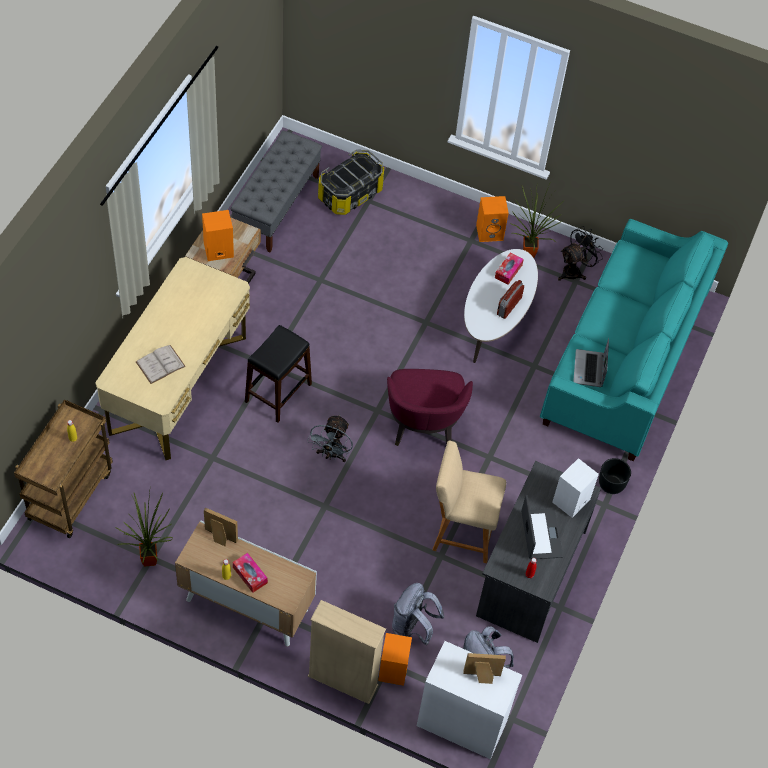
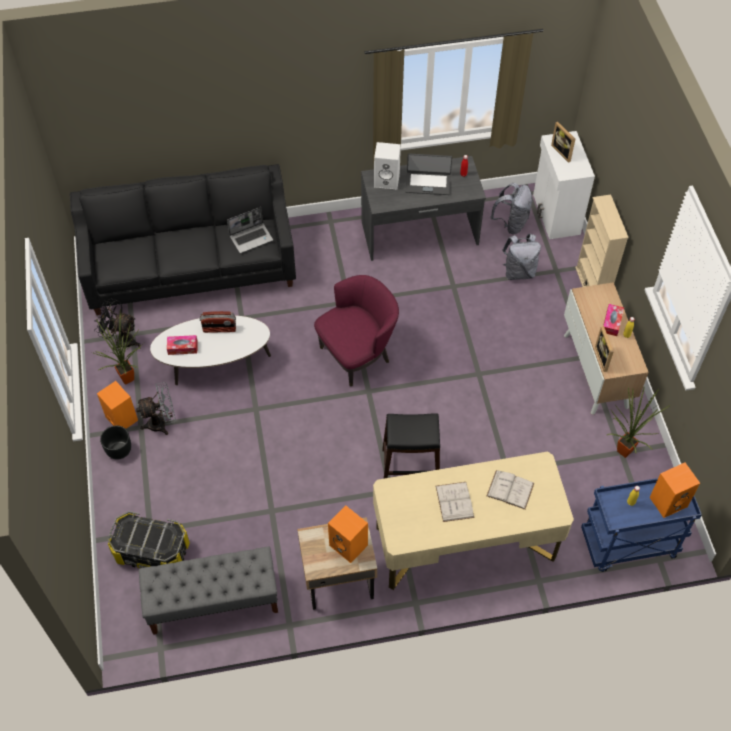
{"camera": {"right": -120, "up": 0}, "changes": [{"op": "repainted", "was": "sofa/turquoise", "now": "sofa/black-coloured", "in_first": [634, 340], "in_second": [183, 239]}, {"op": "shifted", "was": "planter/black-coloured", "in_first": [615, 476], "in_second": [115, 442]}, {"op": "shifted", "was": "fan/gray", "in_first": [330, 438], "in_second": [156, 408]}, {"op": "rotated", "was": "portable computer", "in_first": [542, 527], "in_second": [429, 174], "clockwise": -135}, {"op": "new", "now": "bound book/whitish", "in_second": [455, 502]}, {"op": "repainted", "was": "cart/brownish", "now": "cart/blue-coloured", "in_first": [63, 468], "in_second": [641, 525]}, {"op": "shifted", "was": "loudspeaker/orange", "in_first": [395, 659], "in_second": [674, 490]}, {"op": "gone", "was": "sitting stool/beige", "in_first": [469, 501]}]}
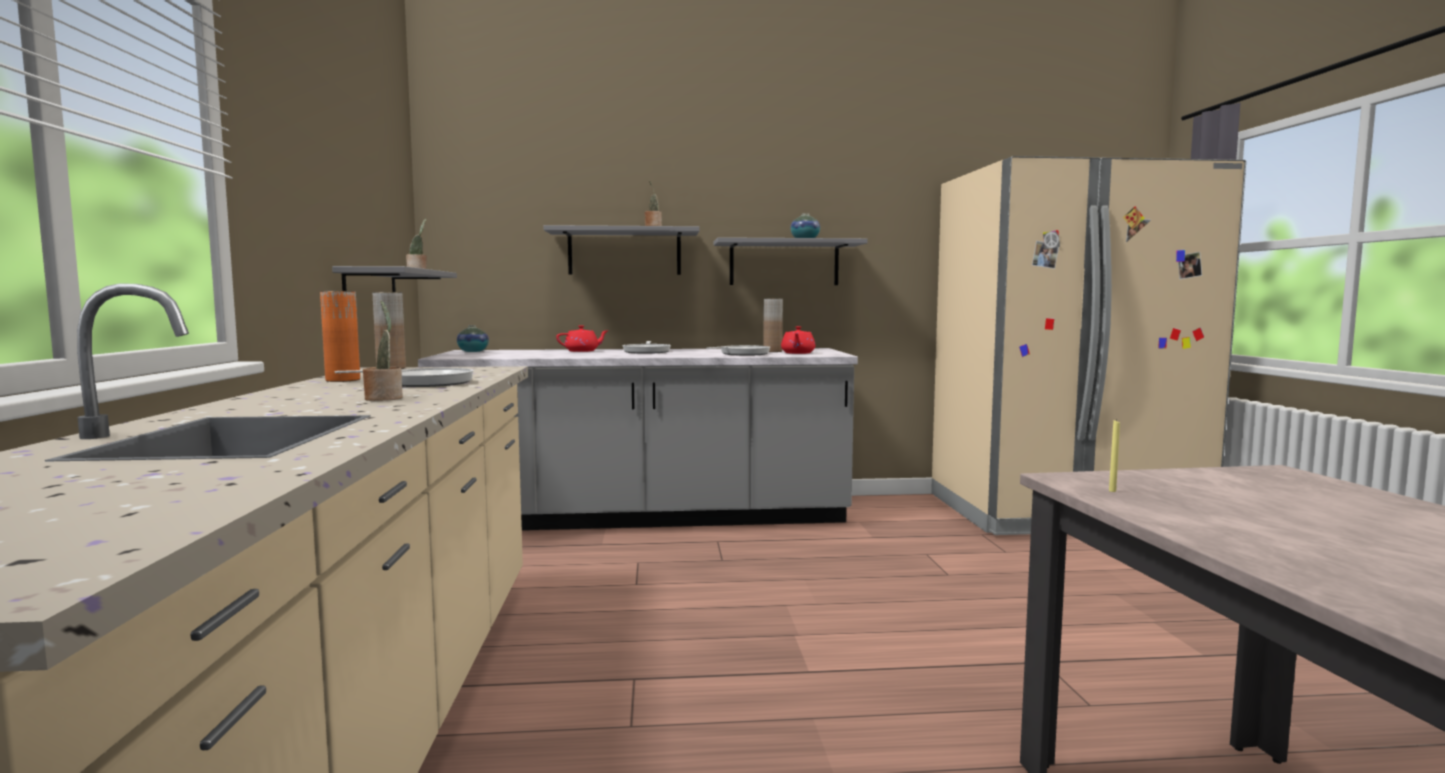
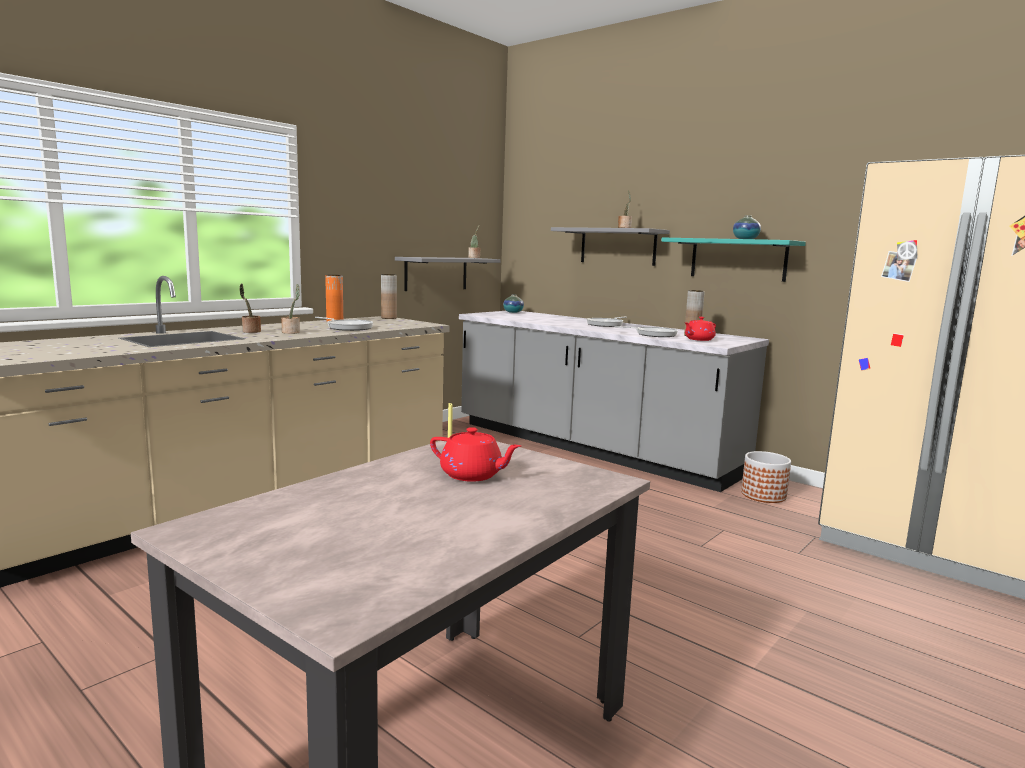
{"camera": {"right": 45, "up": 5}, "changes": [{"op": "new", "now": "potted plant", "in_second": [250, 308]}, {"op": "shifted", "was": "pot for tea/red", "in_first": [582, 338], "in_second": [475, 454]}, {"op": "repainted", "was": "wall shelf/gray", "now": "wall shelf/turquoise", "in_first": [791, 261], "in_second": [733, 260]}, {"op": "new", "now": "planter", "in_second": [766, 477]}]}
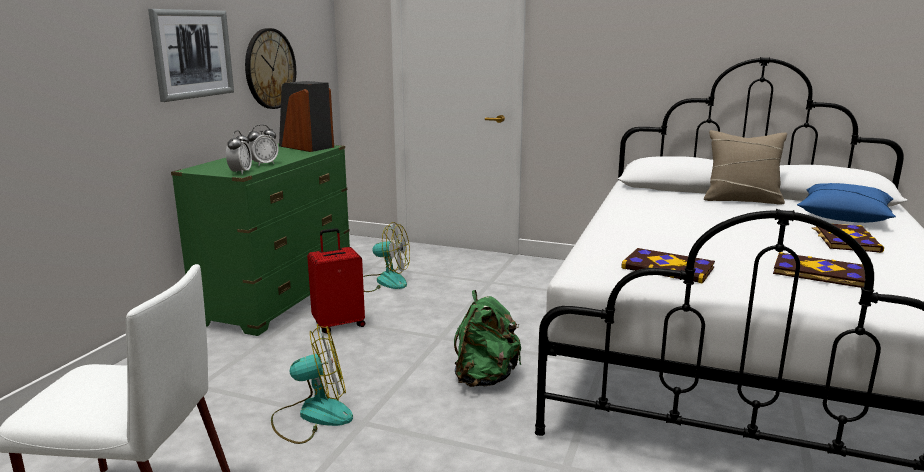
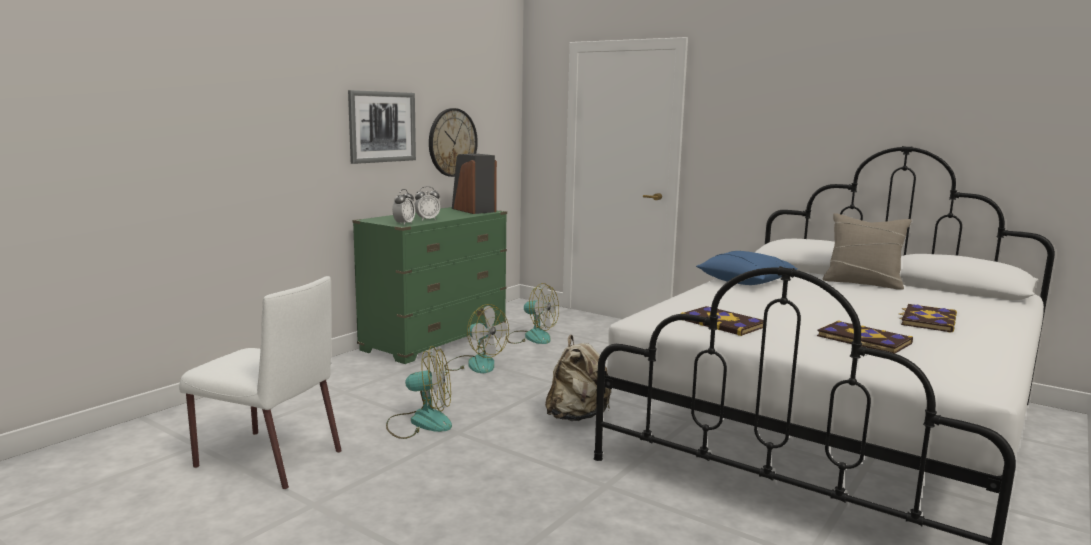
{"camera": {"right": 15, "up": -5}, "changes": [{"op": "swapped", "was": "piece of luggage/red", "now": "fan", "in_first": [336, 281], "in_second": [477, 338]}, {"op": "repainted", "was": "knapsack/green-coloured", "now": "knapsack/beige", "in_first": [488, 338], "in_second": [578, 378]}, {"op": "shifted", "was": "cushion/blue-coloured", "in_first": [846, 203], "in_second": [746, 268]}]}
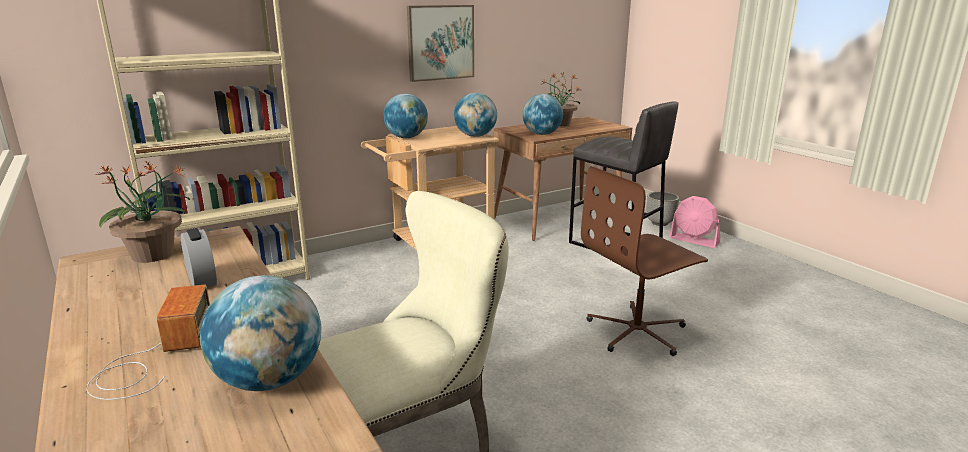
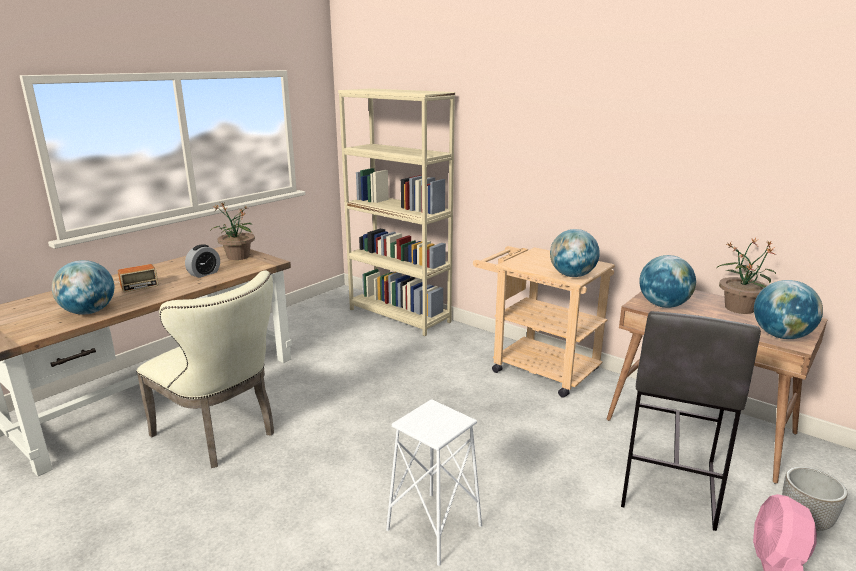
{"camera": {"right": 70, "up": 0}, "changes": [{"op": "swapped", "was": "computer chair/brownish", "now": "sitting stool/whitish", "in_first": [644, 261], "in_second": [434, 482]}, {"op": "shifted", "was": "desk globe", "in_first": [405, 115], "in_second": [788, 309]}, {"op": "gone", "was": "wall art", "in_first": [440, 43]}]}
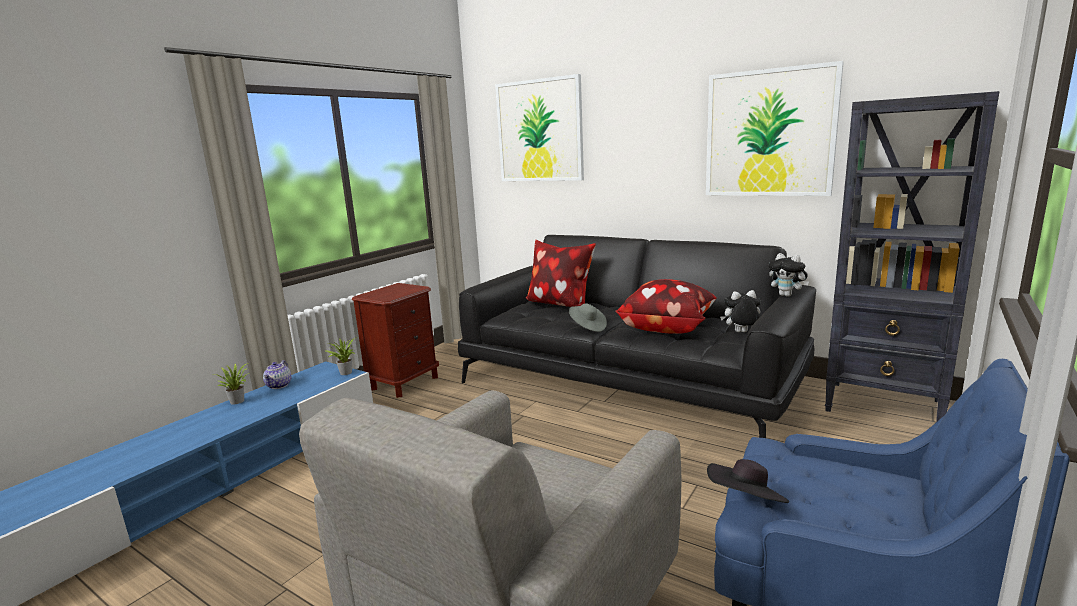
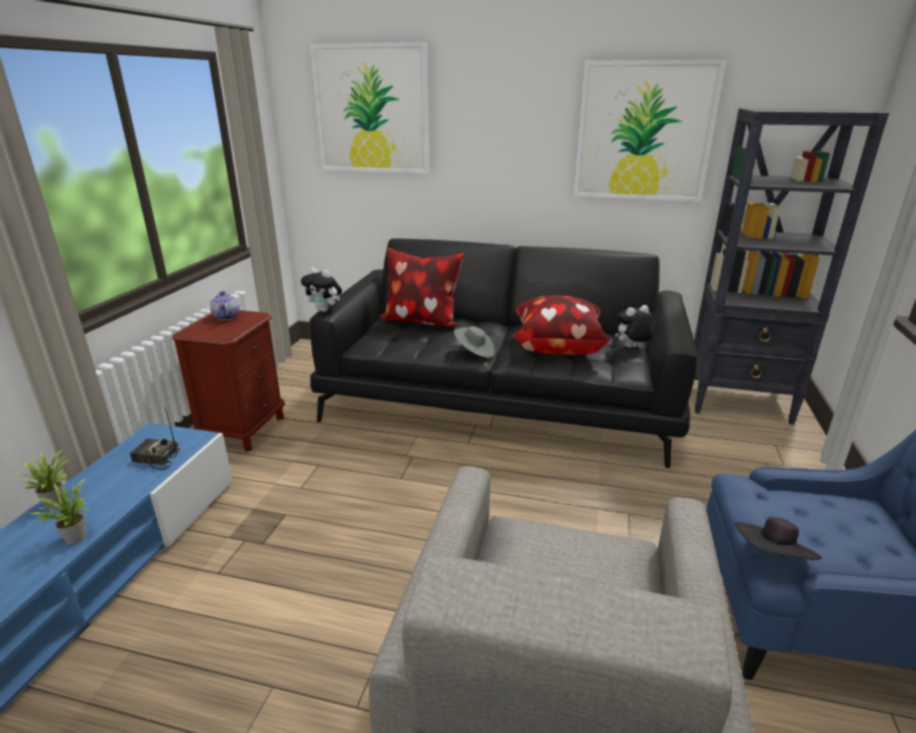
{"camera": {"right": -20, "up": 10}, "changes": [{"op": "shifted", "was": "potted plant", "in_first": [341, 356], "in_second": [59, 511]}, {"op": "new", "now": "radio receiver", "in_second": [155, 438]}, {"op": "shifted", "was": "pot for tea", "in_first": [277, 374], "in_second": [224, 305]}, {"op": "shifted", "was": "soft toy", "in_first": [788, 275], "in_second": [321, 290]}]}
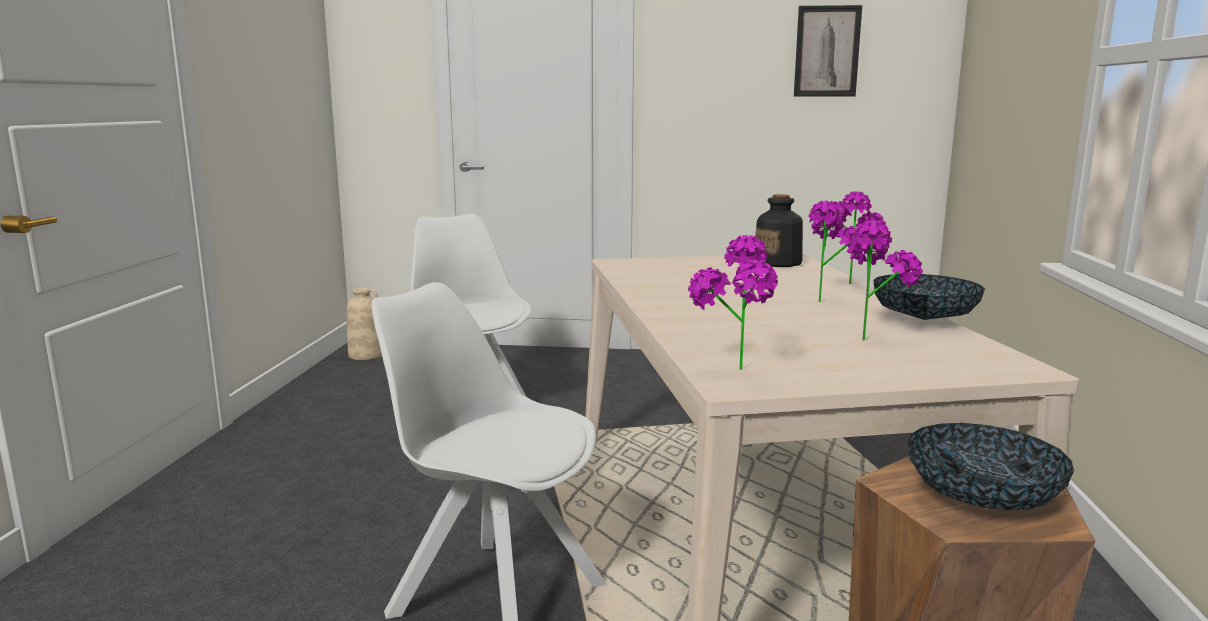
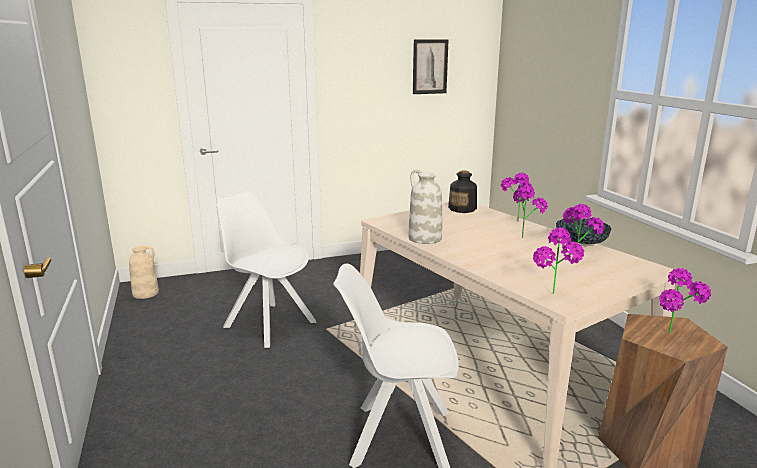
{"camera": {"right": -25, "up": 5}, "changes": [{"op": "new", "now": "flower vase/whitish", "in_second": [425, 206]}, {"op": "swapped", "was": "deep dish", "now": "potted plant", "in_first": [991, 466], "in_second": [685, 300]}]}
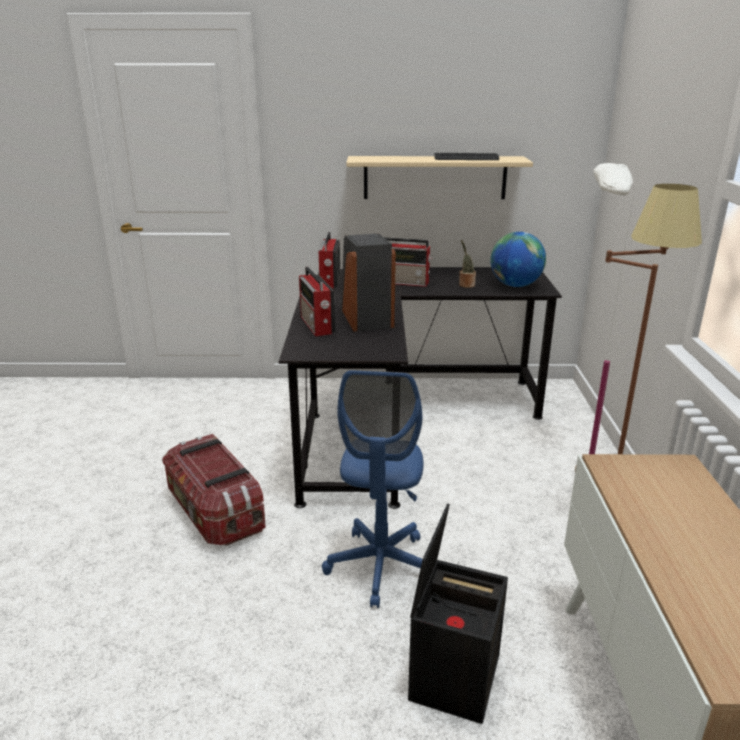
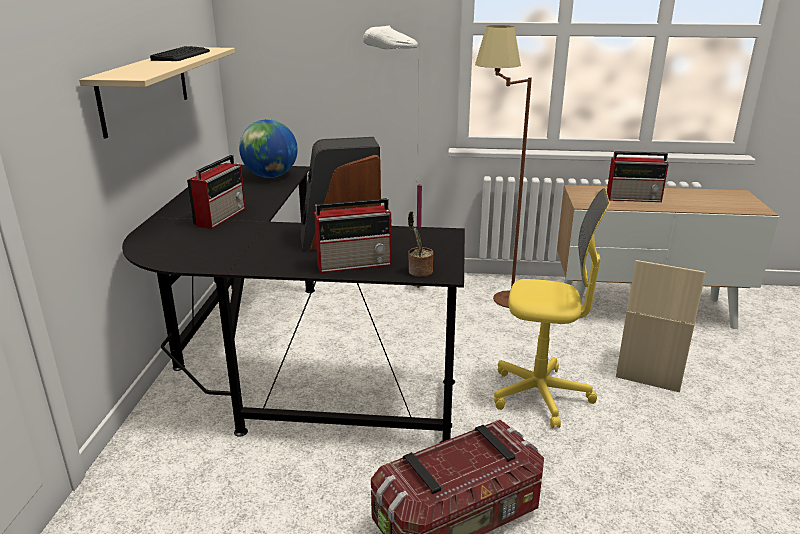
{"camera": {"right": -85, "up": 0}, "changes": [{"op": "shifted", "was": "potted plant", "in_first": [467, 264], "in_second": [420, 244]}, {"op": "repainted", "was": "computer chair/blue-coloured", "now": "computer chair/yellow-coloured", "in_first": [373, 489], "in_second": [552, 308]}, {"op": "shifted", "was": "radio receiver", "in_first": [329, 260], "in_second": [638, 176]}, {"op": "repainted", "was": "storage box/black-coloured", "now": "storage box/beige", "in_first": [458, 613], "in_second": [661, 326]}]}
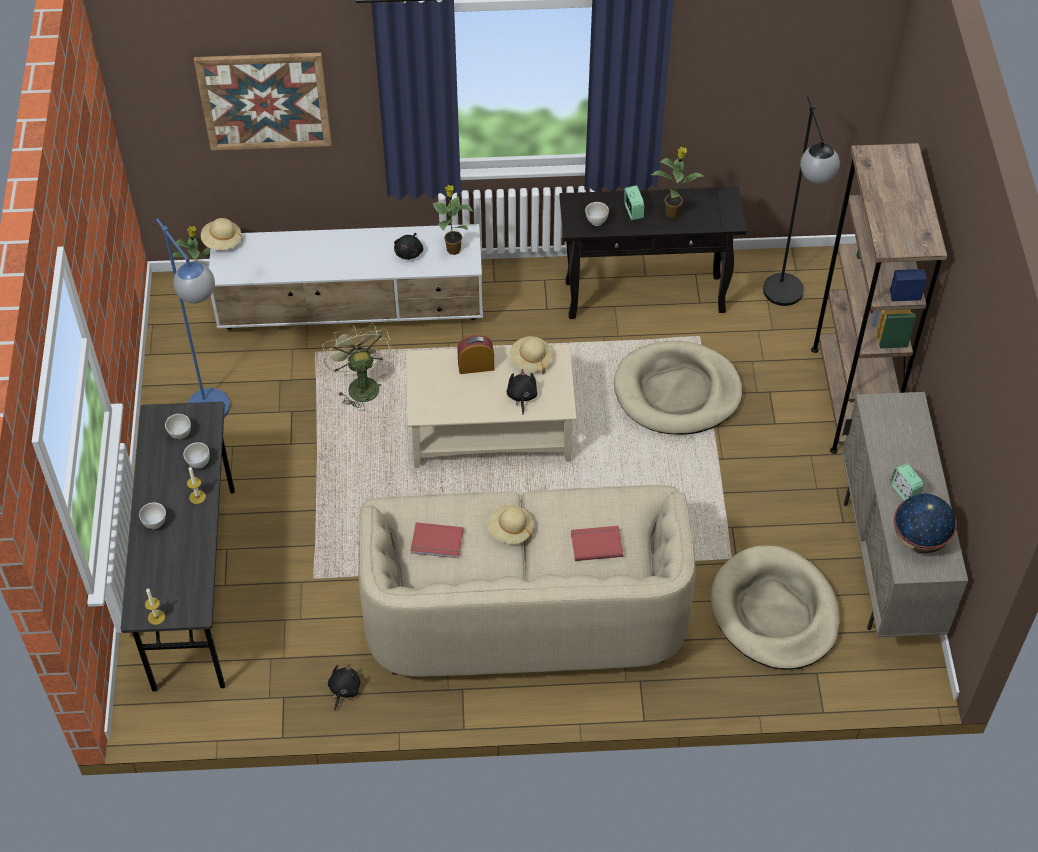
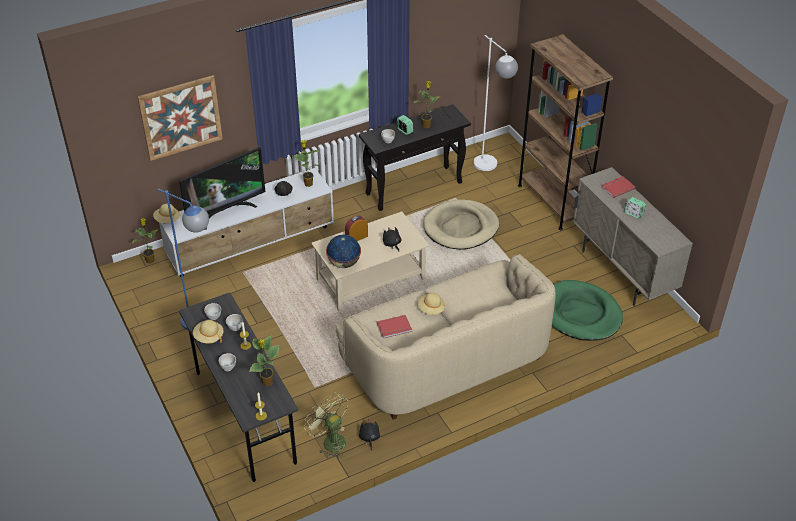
{"camera": {"right": -25, "up": -10}, "changes": [{"op": "new", "now": "television", "in_second": [222, 188]}, {"op": "shifted", "was": "wearable hat/beige", "in_first": [531, 355], "in_second": [208, 331]}, {"op": "new", "now": "potted plant", "in_second": [264, 360]}, {"op": "shifted", "was": "fan/green-coloured", "in_first": [357, 367], "in_second": [326, 425]}, {"op": "shifted", "was": "desk globe", "in_first": [925, 523], "in_second": [343, 251]}, {"op": "repainted", "was": "floor lamp/black-coloured", "now": "floor lamp/whitish", "in_first": [801, 201], "in_second": [496, 103]}, {"op": "repainted", "was": "pet bed/beige", "now": "pet bed/green-coloured", "in_first": [775, 607], "in_second": [587, 310]}, {"op": "shifted", "was": "bound book/red", "in_first": [597, 543], "in_second": [618, 187]}]}
